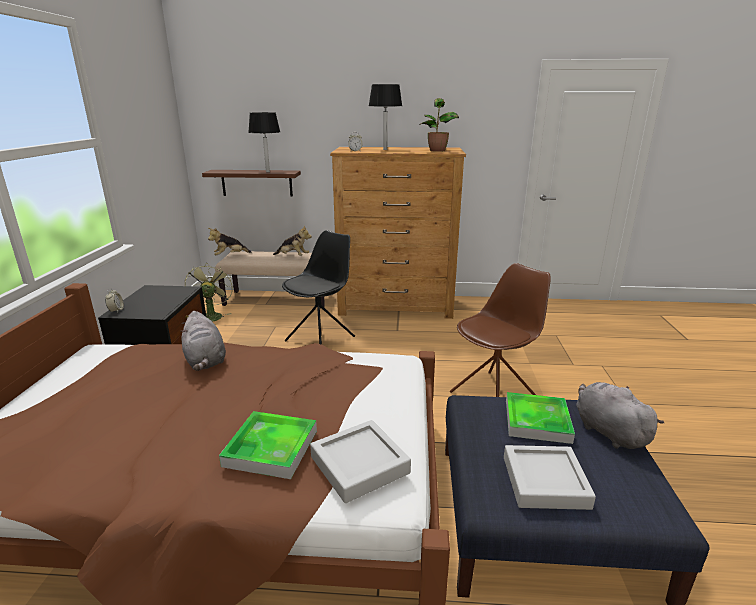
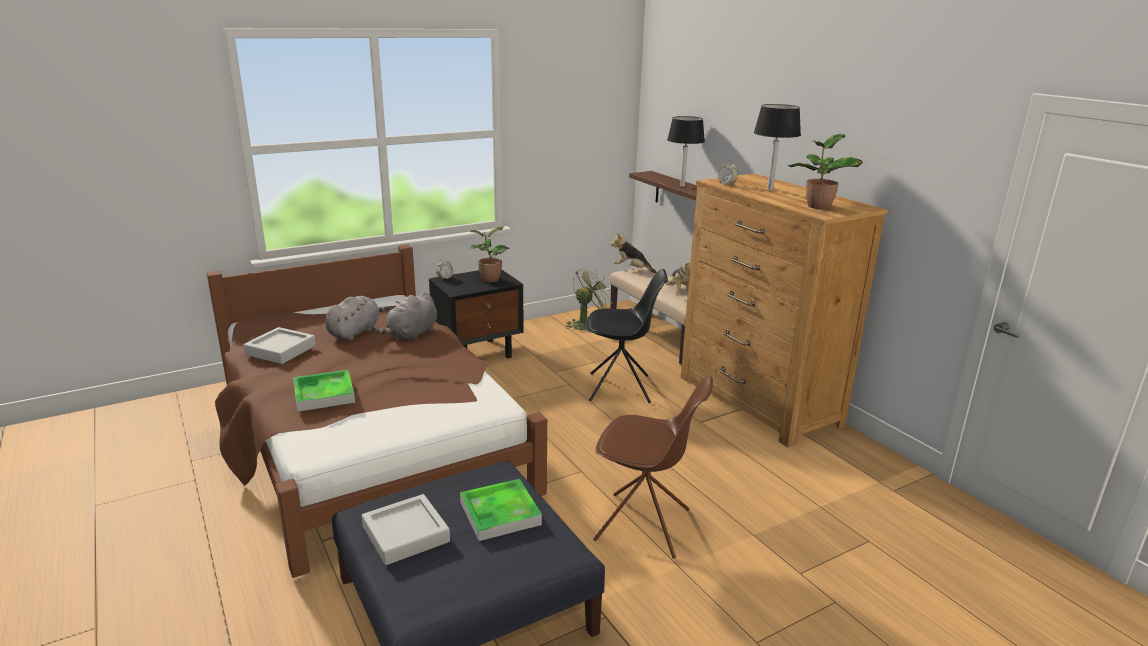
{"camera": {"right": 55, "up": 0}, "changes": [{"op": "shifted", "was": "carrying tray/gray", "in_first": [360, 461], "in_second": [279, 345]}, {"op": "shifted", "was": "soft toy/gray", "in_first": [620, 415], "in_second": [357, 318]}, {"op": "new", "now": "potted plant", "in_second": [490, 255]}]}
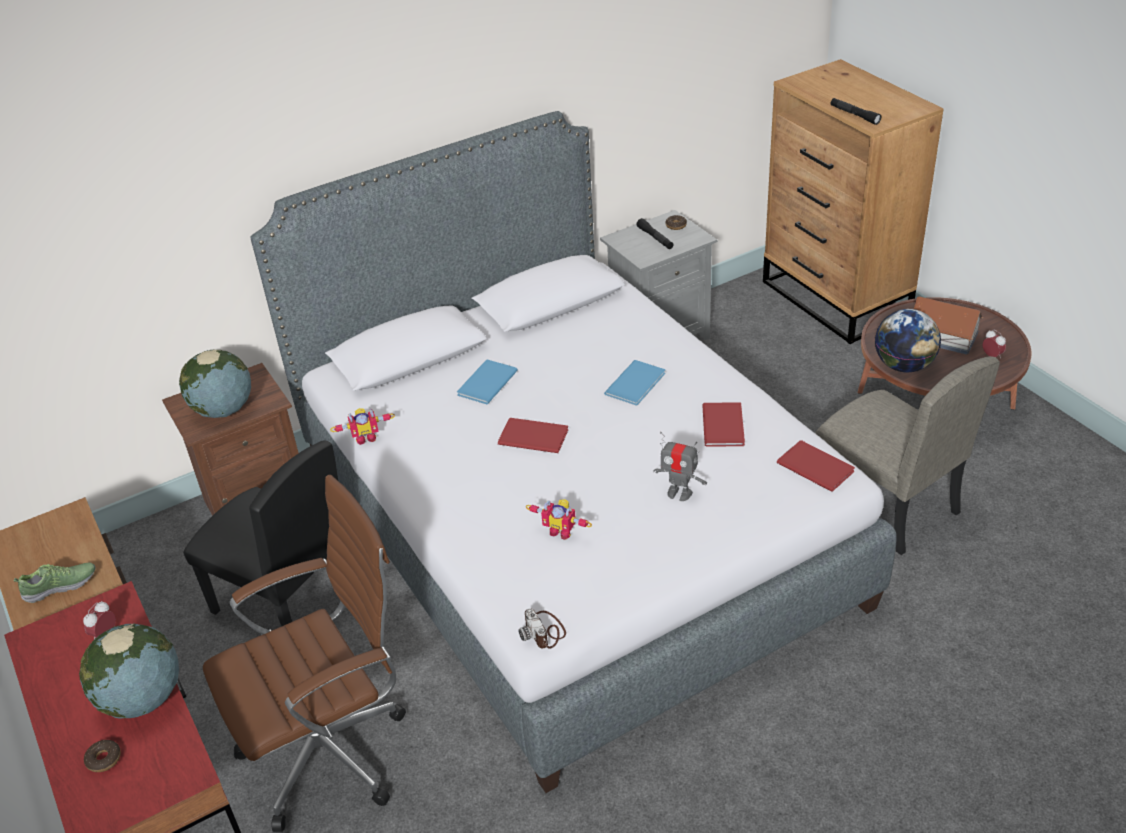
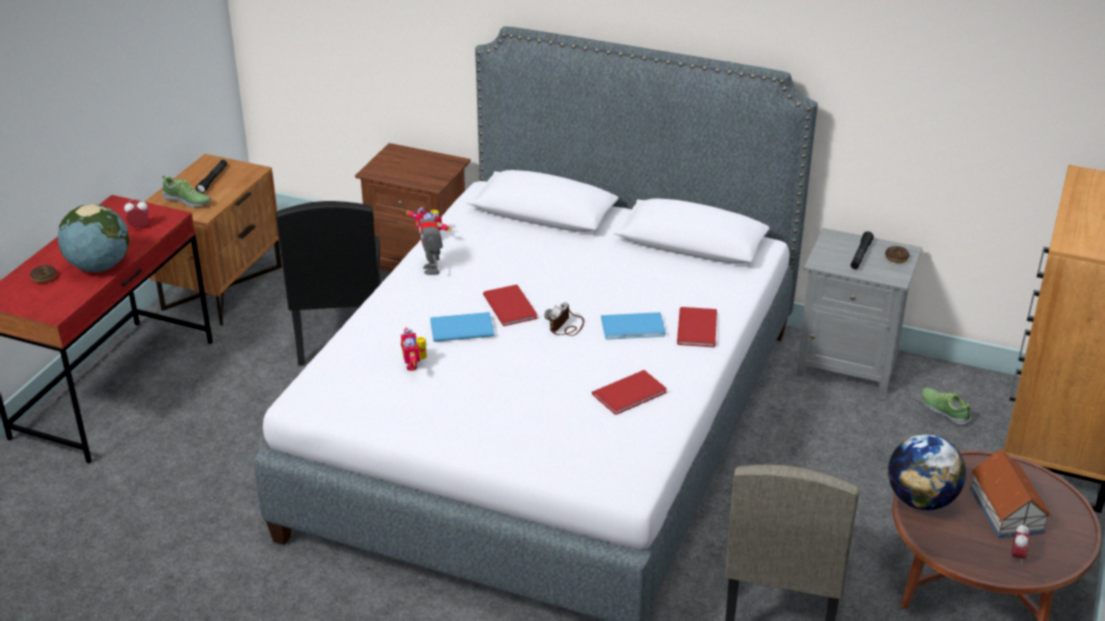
{"camera": {"right": 50, "up": -5}, "changes": [{"op": "shifted", "was": "torch/black-coloured", "in_first": [855, 111], "in_second": [211, 176]}, {"op": "shifted", "was": "robot figure", "in_first": [680, 466], "in_second": [431, 240]}, {"op": "shifted", "was": "bound book/blue-coloured", "in_first": [487, 382], "in_second": [462, 327]}, {"op": "shifted", "was": "still camera", "in_first": [542, 628], "in_second": [564, 319]}, {"op": "shifted", "was": "bound book/red", "in_first": [816, 466], "in_second": [697, 327]}, {"op": "new", "now": "low shoe", "in_second": [946, 407]}, {"op": "gone", "was": "desk globe", "in_first": [215, 384]}, {"op": "gone", "was": "computer chair/brownish", "in_first": [304, 653]}]}
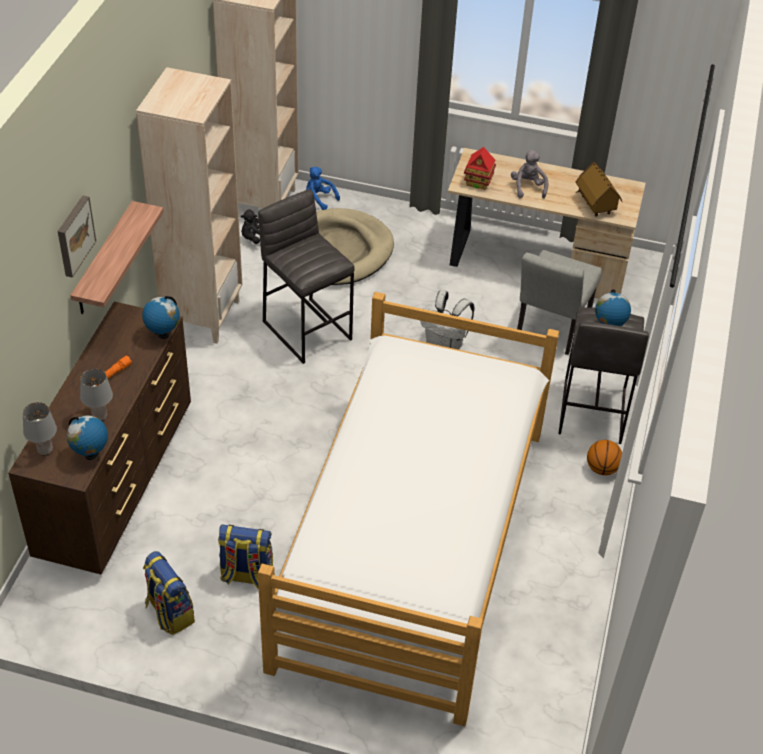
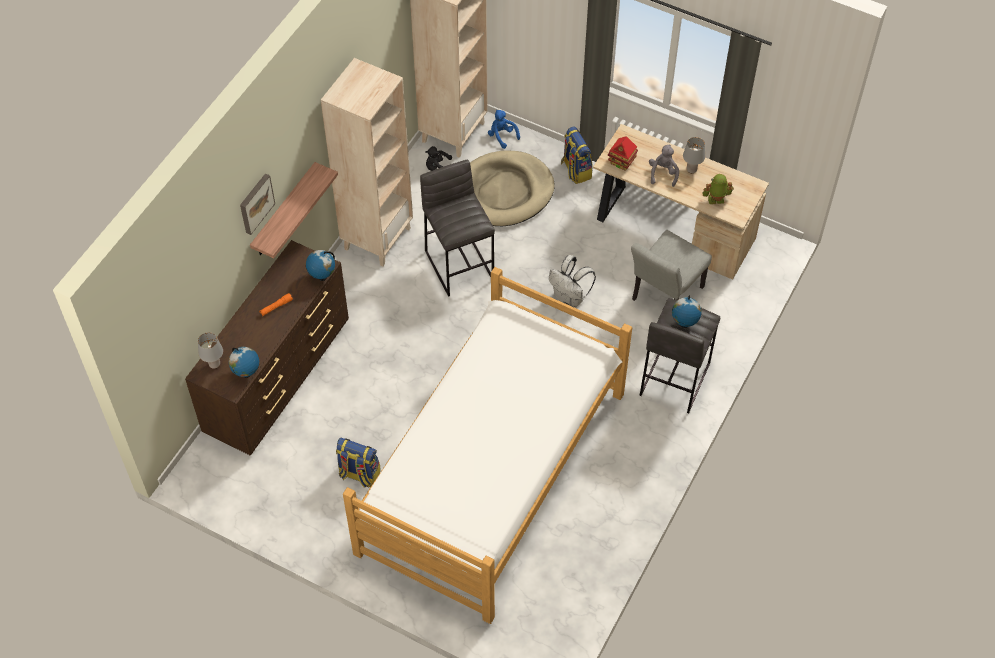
{"camera": {"right": 15, "up": 10}, "changes": [{"op": "shifted", "was": "knapsack", "in_first": [169, 593], "in_second": [576, 155]}, {"op": "shifted", "was": "tabletop lamp/gray", "in_first": [96, 394], "in_second": [694, 155]}, {"op": "swapped", "was": "toy house", "now": "robot figure", "in_first": [599, 189], "in_second": [718, 189]}, {"op": "gone", "was": "basketball ball", "in_first": [604, 457]}]}
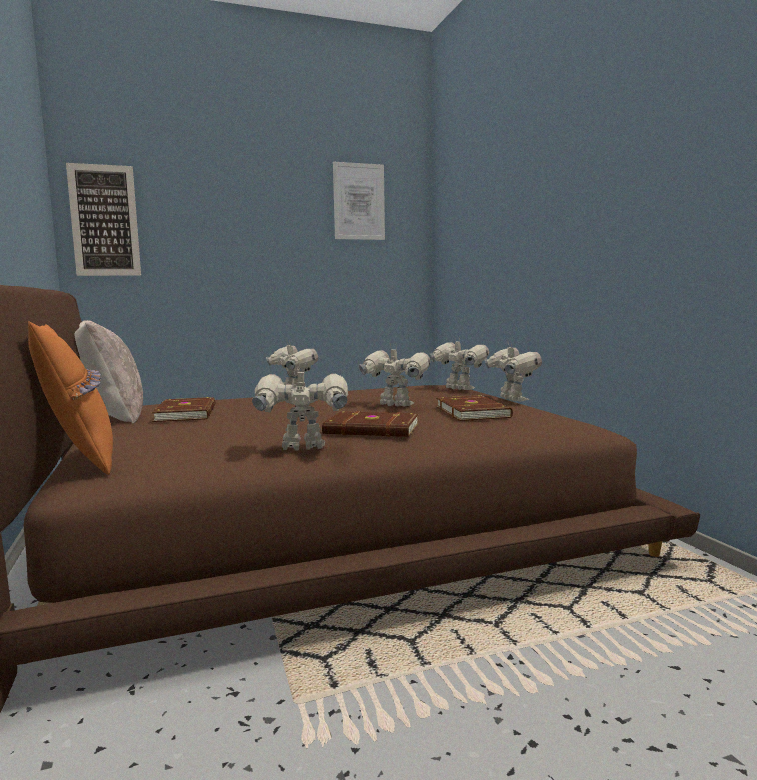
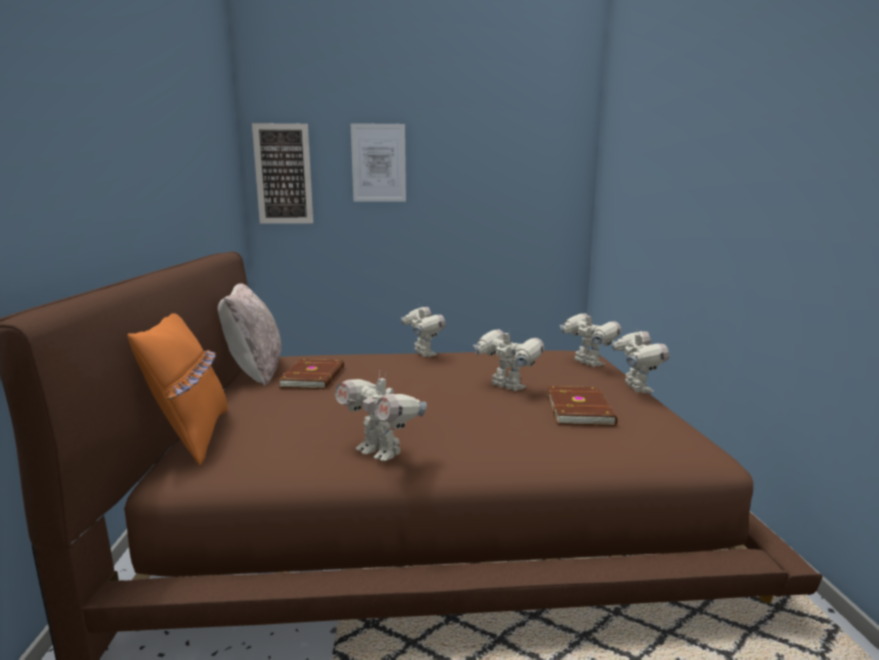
{"camera": {"right": 15, "up": 5}, "changes": [{"op": "rotated", "was": "robot figure", "in_first": [300, 407], "in_second": [381, 416], "clockwise": -150}, {"op": "shifted", "was": "wall art", "in_first": [359, 201], "in_second": [378, 162]}, {"op": "gone", "was": "bound book/brownish", "in_first": [370, 424]}]}
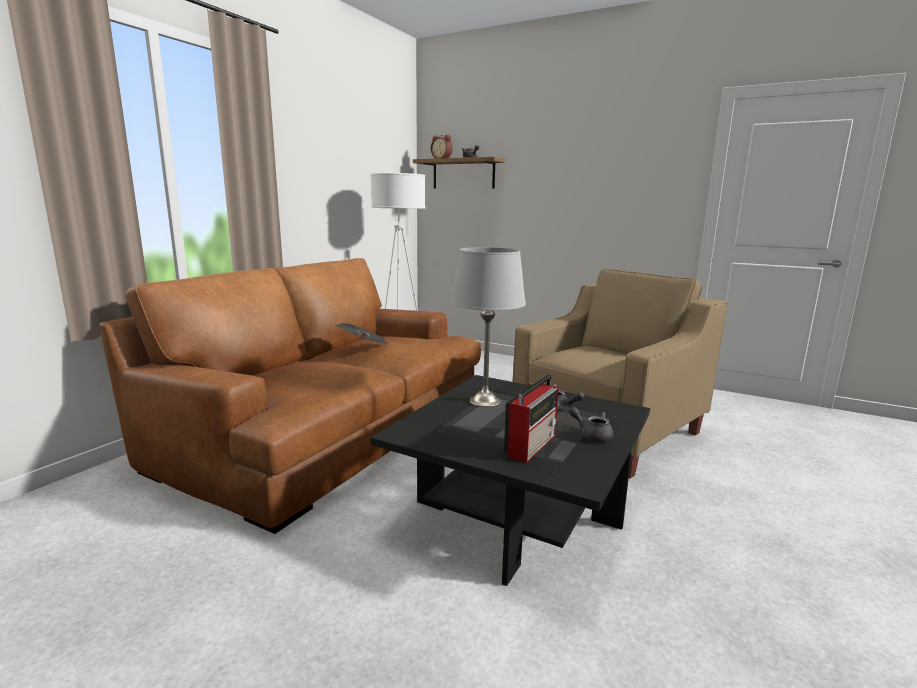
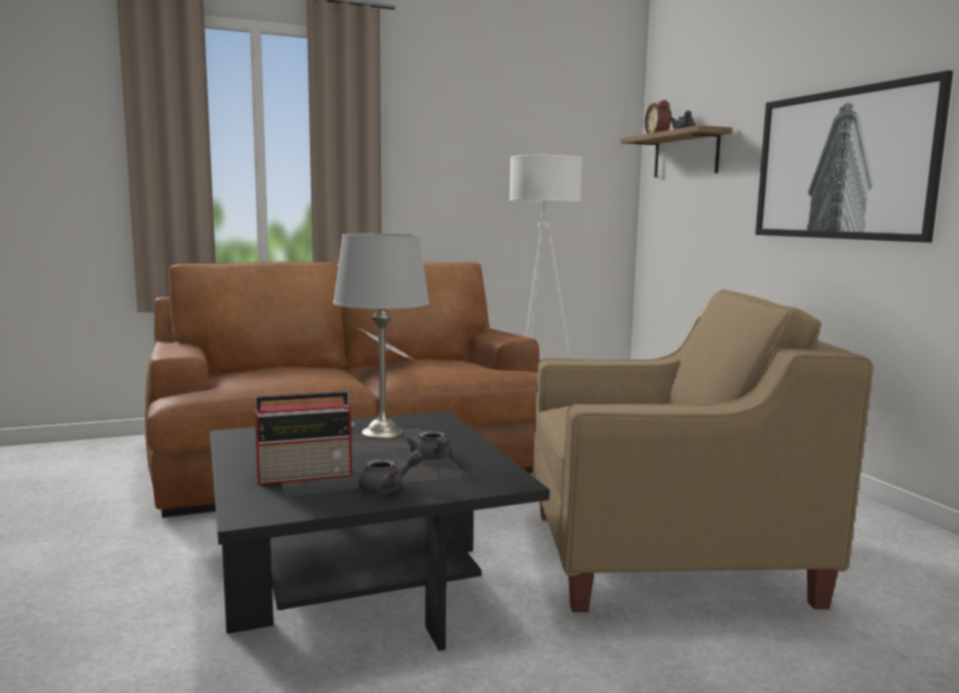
{"camera": {"right": 40, "up": -5}, "changes": [{"op": "rotated", "was": "pot for tea/gray", "in_first": [591, 424], "in_second": [391, 471], "clockwise": 75}, {"op": "new", "now": "wall art", "in_second": [854, 156]}]}
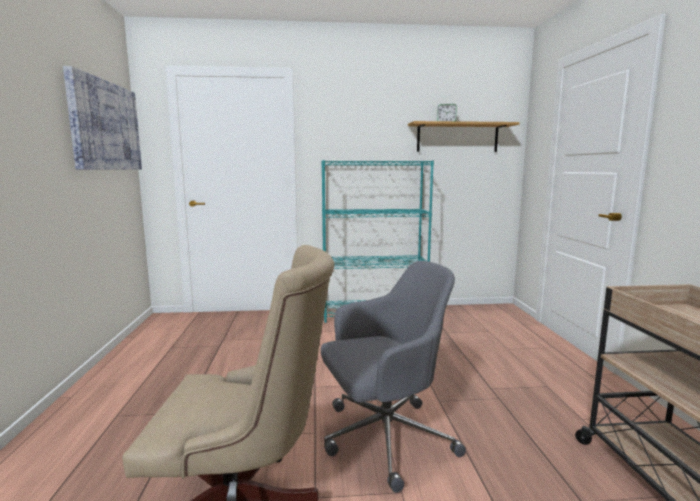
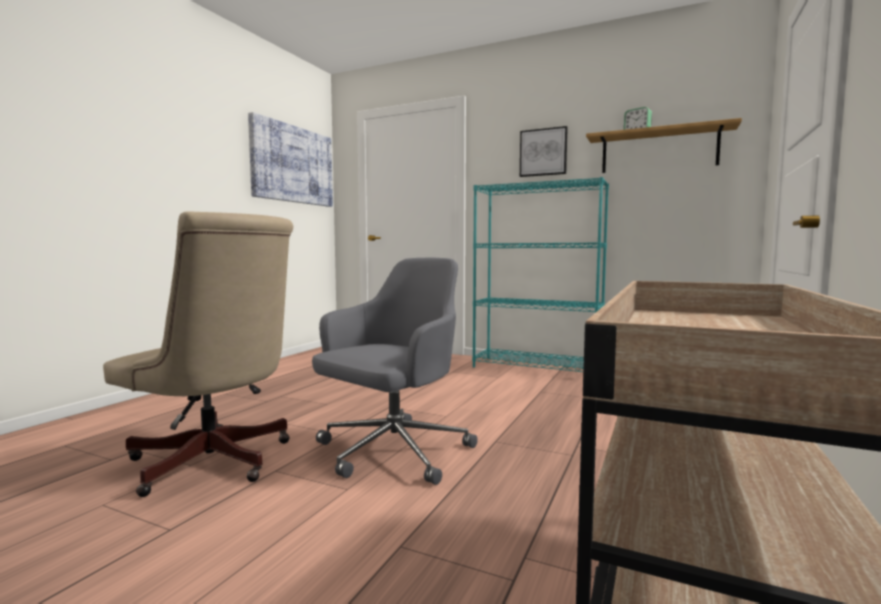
{"camera": {"right": 30, "up": -5}, "changes": [{"op": "rotated", "was": "computer chair/gray", "in_first": [393, 377], "in_second": [395, 371], "clockwise": -60}, {"op": "new", "now": "wall art", "in_second": [544, 151]}]}
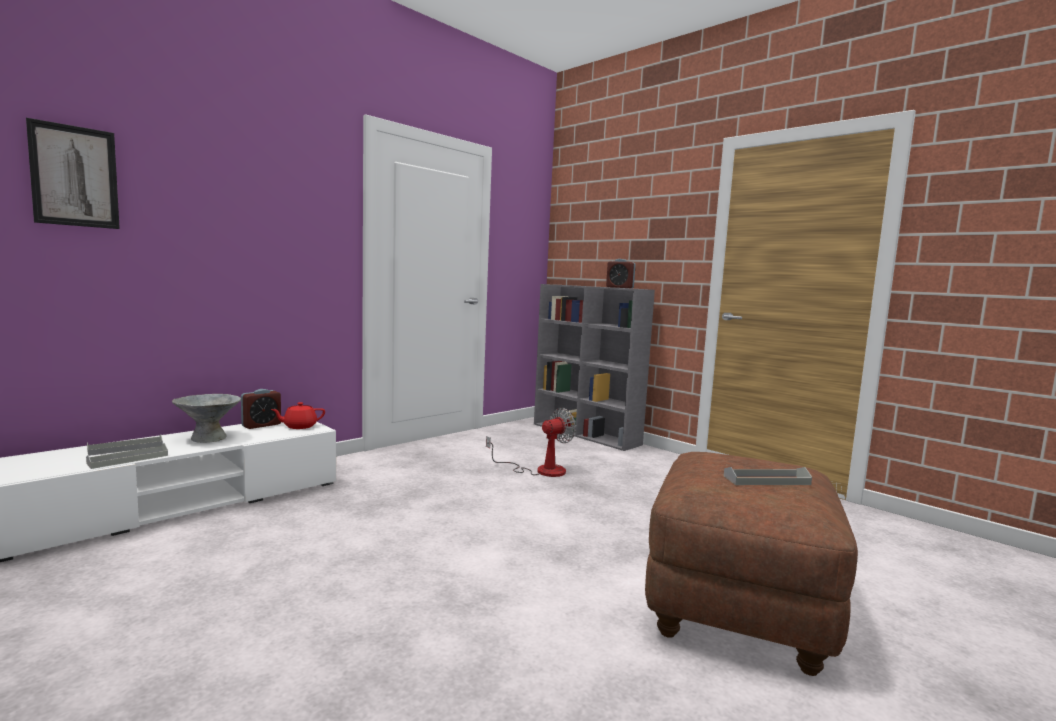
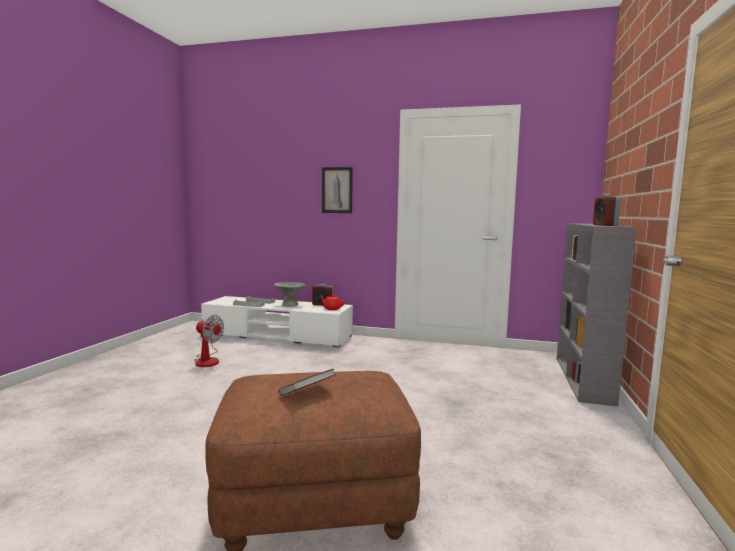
{"camera": {"right": 60, "up": 0}, "changes": [{"op": "shifted", "was": "fan", "in_first": [531, 442], "in_second": [209, 341]}, {"op": "swapped", "was": "carrying tray/gray", "now": "bound book", "in_first": [768, 476], "in_second": [307, 382]}, {"op": "shifted", "was": "wall art", "in_first": [73, 173], "in_second": [337, 190]}]}
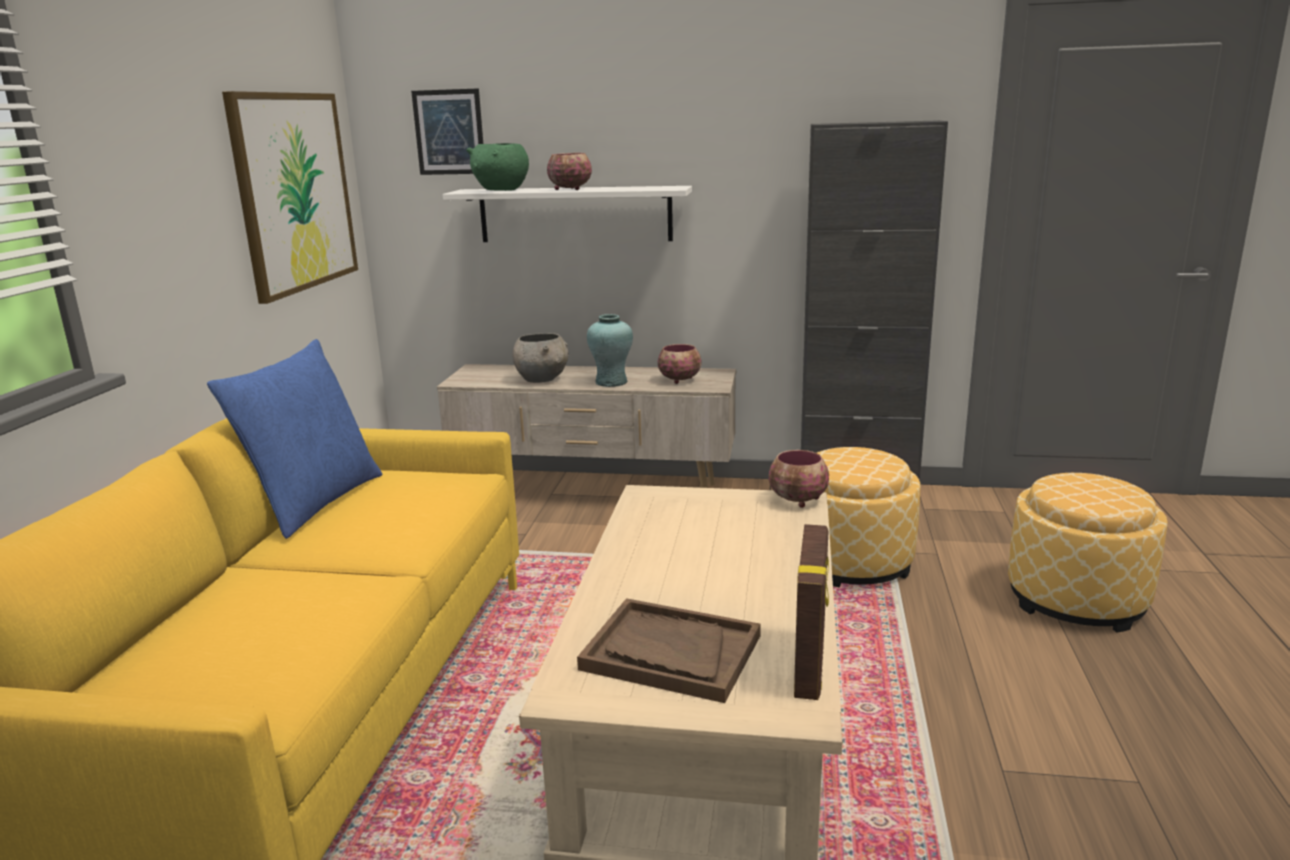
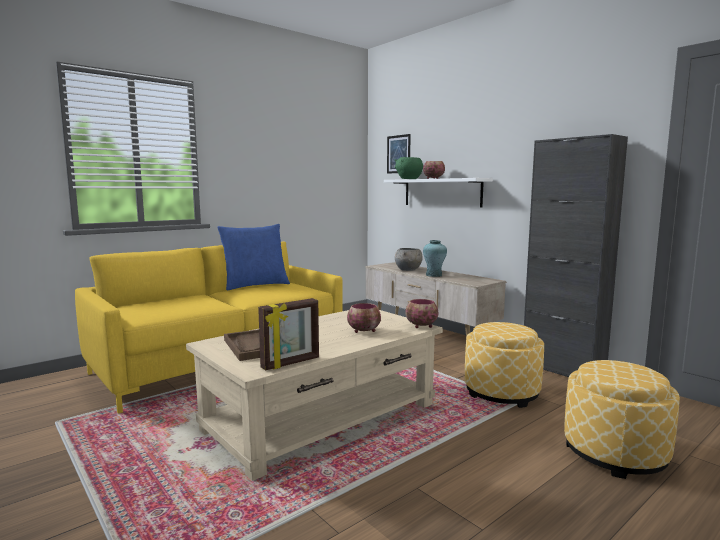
{"camera": {"right": 40, "up": -10}, "changes": [{"op": "shifted", "was": "deep dish", "in_first": [679, 364], "in_second": [364, 318]}, {"op": "gone", "was": "wall art", "in_first": [290, 197]}]}
